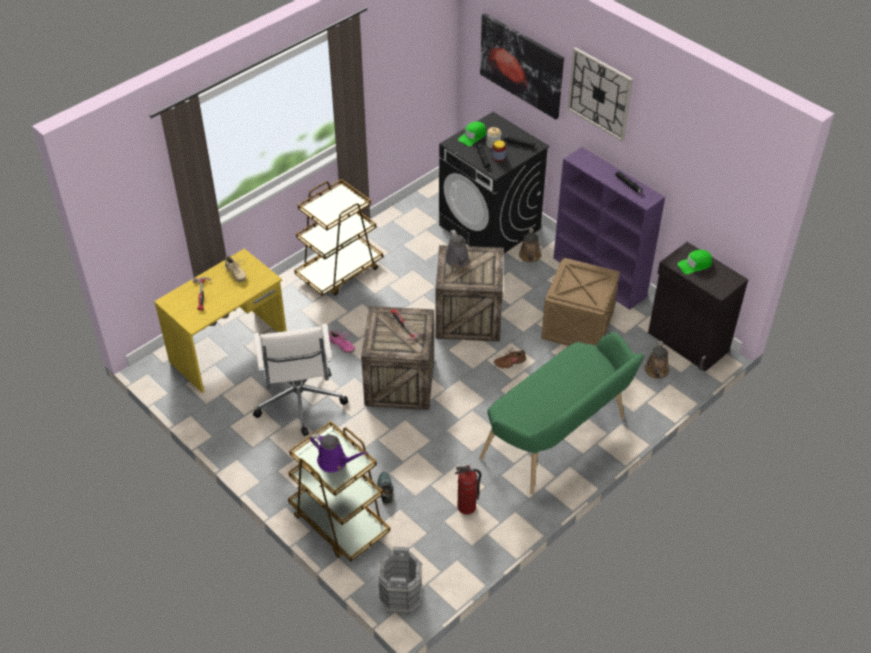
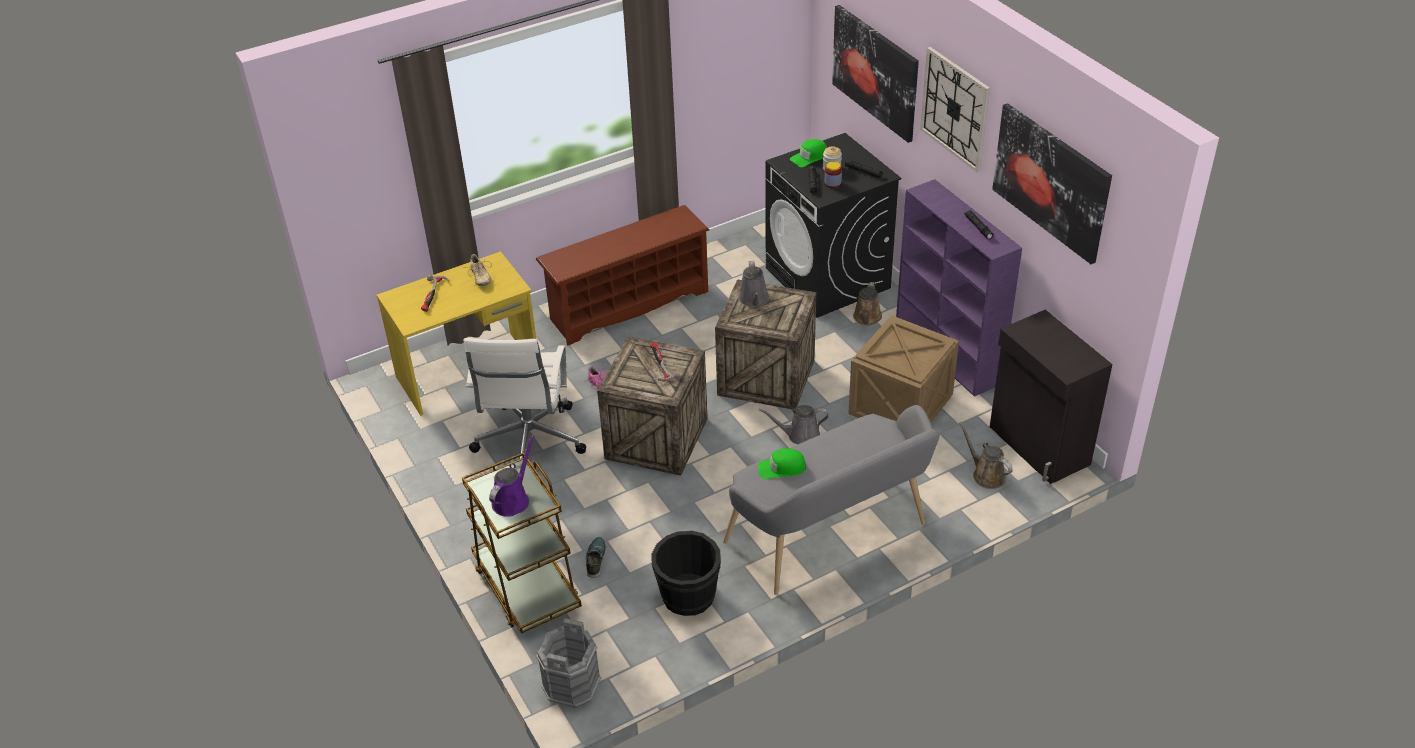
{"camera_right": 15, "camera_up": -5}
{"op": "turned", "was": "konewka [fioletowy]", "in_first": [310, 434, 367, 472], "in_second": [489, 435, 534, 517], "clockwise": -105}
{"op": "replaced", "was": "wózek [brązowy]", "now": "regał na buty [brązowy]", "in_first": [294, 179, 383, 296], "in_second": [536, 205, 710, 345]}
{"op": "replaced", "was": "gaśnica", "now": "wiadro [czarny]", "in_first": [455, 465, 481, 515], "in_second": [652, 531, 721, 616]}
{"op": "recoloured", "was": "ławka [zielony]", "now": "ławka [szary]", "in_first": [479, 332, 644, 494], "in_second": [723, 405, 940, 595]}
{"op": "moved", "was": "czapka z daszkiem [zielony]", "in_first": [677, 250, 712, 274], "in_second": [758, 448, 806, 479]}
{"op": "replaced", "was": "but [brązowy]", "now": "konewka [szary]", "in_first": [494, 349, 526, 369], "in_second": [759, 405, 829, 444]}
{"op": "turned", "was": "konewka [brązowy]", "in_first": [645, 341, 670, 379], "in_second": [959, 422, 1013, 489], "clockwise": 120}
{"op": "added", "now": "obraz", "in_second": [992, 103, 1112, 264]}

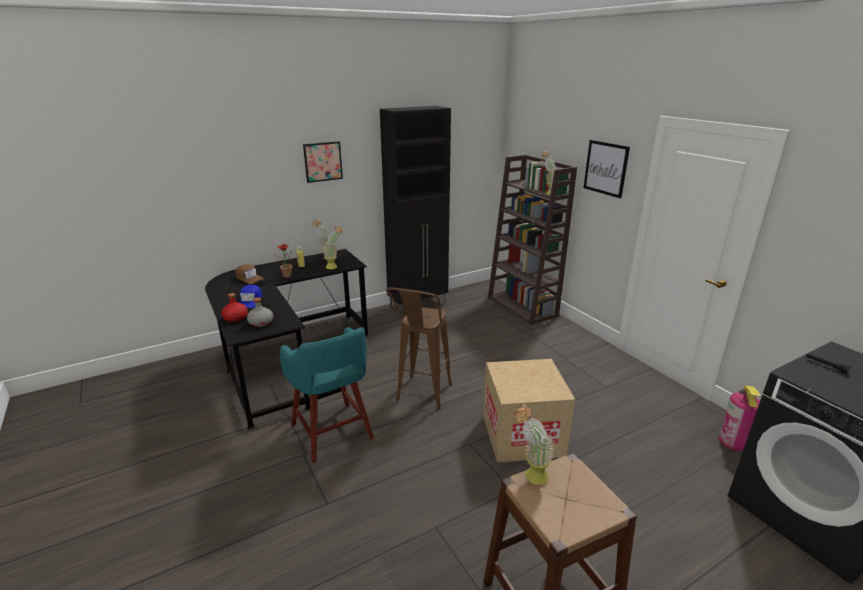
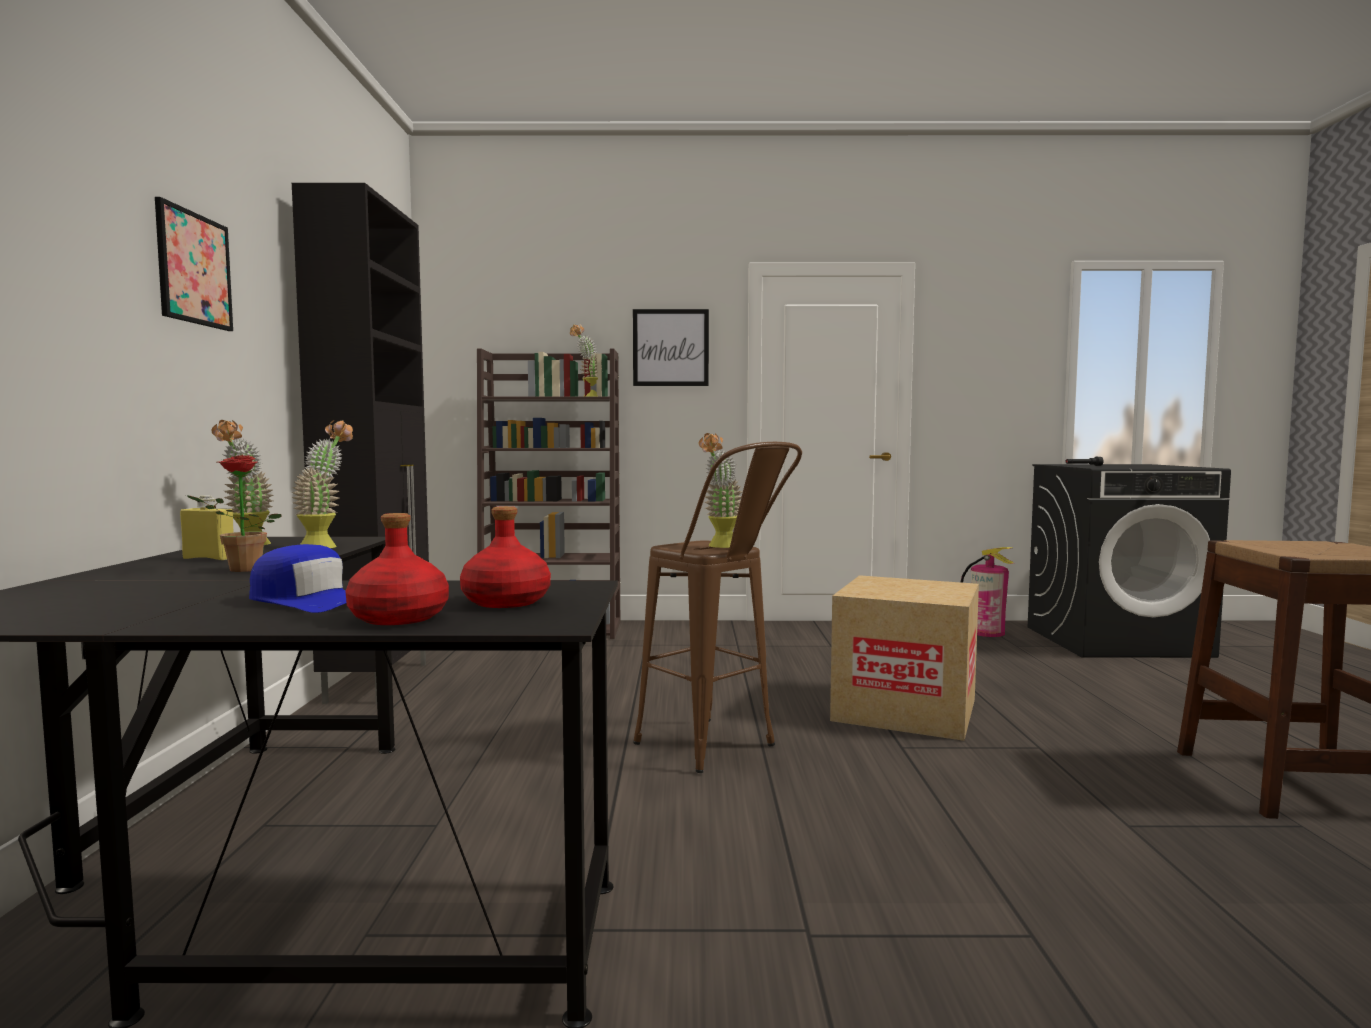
{"camera_right": -60, "camera_up": -20}
{"op": "recoloured", "was": "butelka [szary]", "now": "butelka [czerwony]", "in_first": [247, 297, 273, 327], "in_second": [460, 506, 551, 608]}
{"op": "moved", "was": "roślina doniczkowa", "in_first": [514, 405, 554, 485], "in_second": [699, 433, 743, 548]}
{"op": "removed", "was": "czapka z daszkiem [brązowy]", "in_first": [235, 264, 264, 284]}
{"op": "removed", "was": "stołek [turkusowy]", "in_first": [280, 327, 374, 463]}

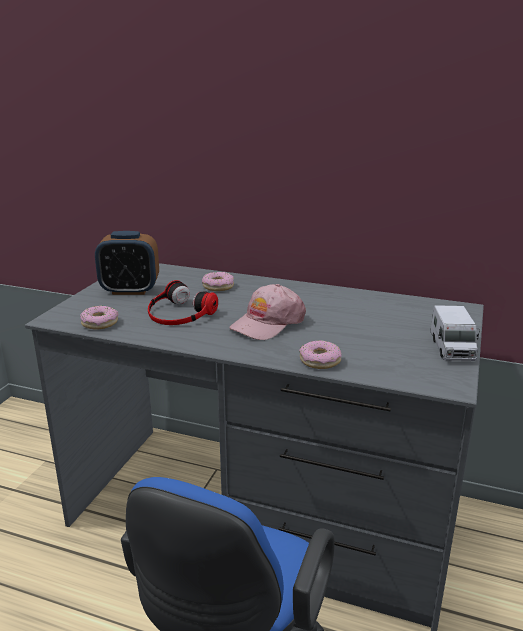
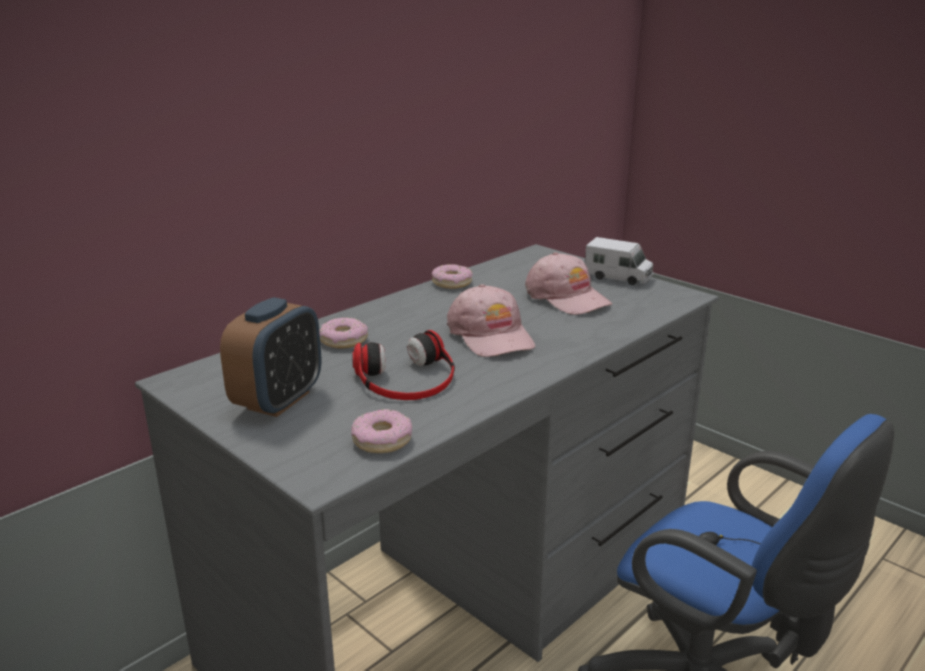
{"camera_right": -65, "camera_up": 0}
{"op": "moved", "was": "donut", "in_first": [299, 340, 342, 369], "in_second": [432, 264, 473, 289]}
{"op": "added", "now": "czapka z daszkiem [różowy]", "in_second": [525, 252, 612, 315]}

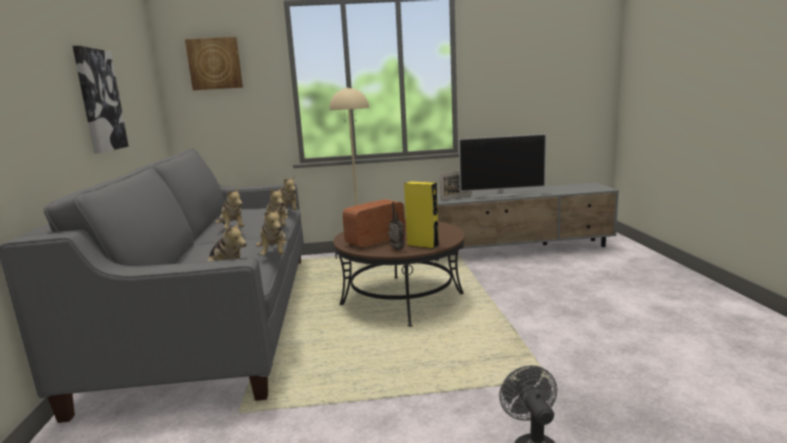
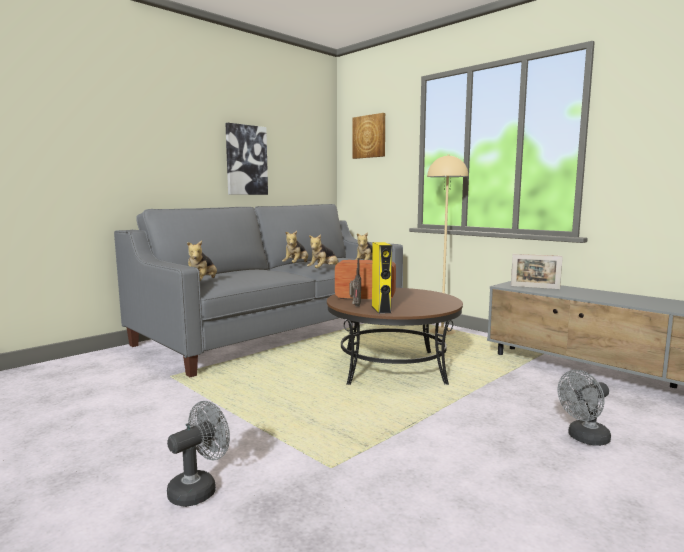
{"camera_right": 50, "camera_up": -5}
{"op": "added", "now": "wentylator [szary]", "in_second": [558, 370, 611, 446]}
{"op": "removed", "was": "pluszak", "in_first": [256, 207, 286, 256]}
{"op": "removed", "was": "telewizor", "in_first": [459, 134, 546, 197]}

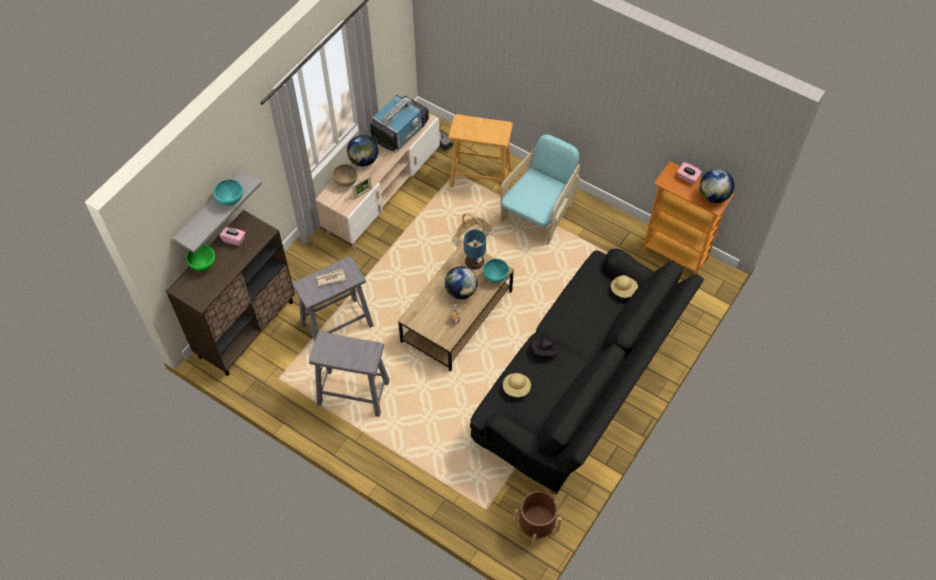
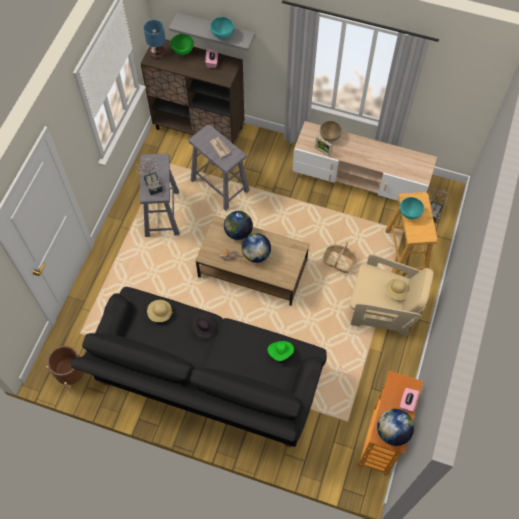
{"camera_right": 75, "camera_up": 5}
{"op": "added", "now": "roślina doniczkowa", "in_second": [136, 157, 165, 195]}
{"op": "moved", "was": "lampa stołowa", "in_first": [464, 229, 486, 269], "in_second": [144, 20, 166, 59]}
{"op": "moved", "was": "globus", "in_first": [347, 135, 378, 166], "in_second": [224, 211, 253, 240]}
{"op": "added", "now": "kapelusz [zielony]", "in_second": [267, 341, 294, 361]}
{"op": "recoloured", "was": "fotel [turkusowy]", "now": "fotel [beżowy]", "in_first": [501, 134, 580, 245], "in_second": [350, 254, 434, 336]}
{"op": "moved", "was": "kapelusz [beżowy]", "in_first": [611, 275, 638, 298], "in_second": [385, 279, 408, 300]}
{"op": "moved", "was": "miska [turkusowy]", "in_first": [483, 259, 509, 283], "in_second": [400, 197, 424, 219]}
{"op": "removed", "was": "telewizor", "in_first": [370, 95, 429, 151]}

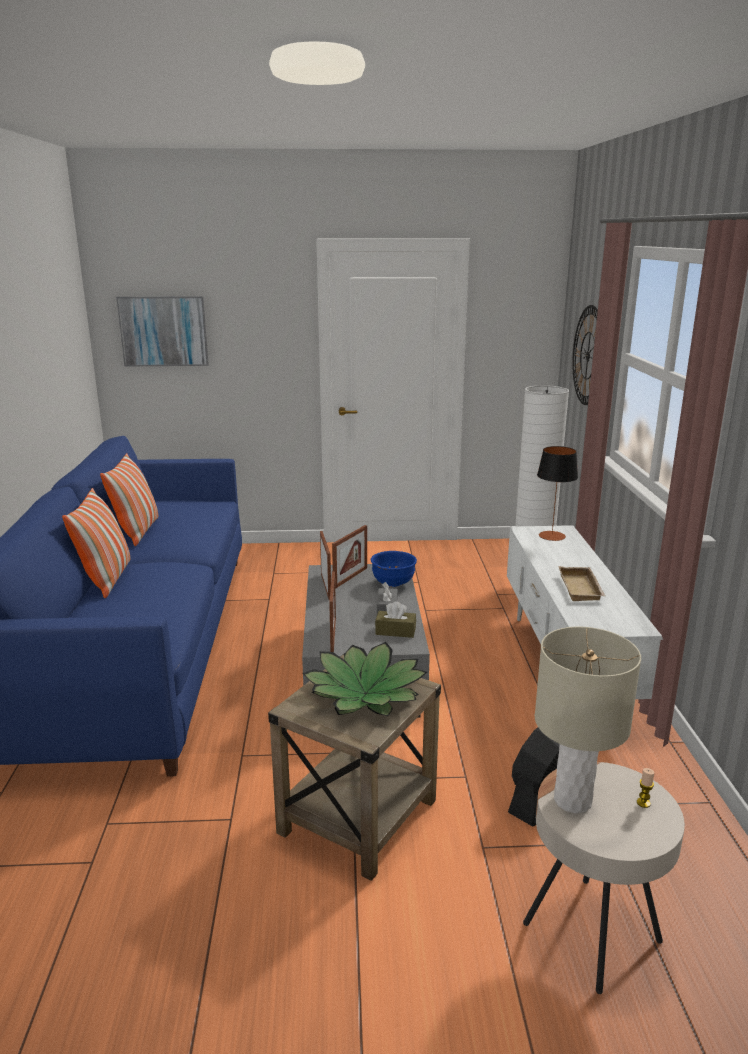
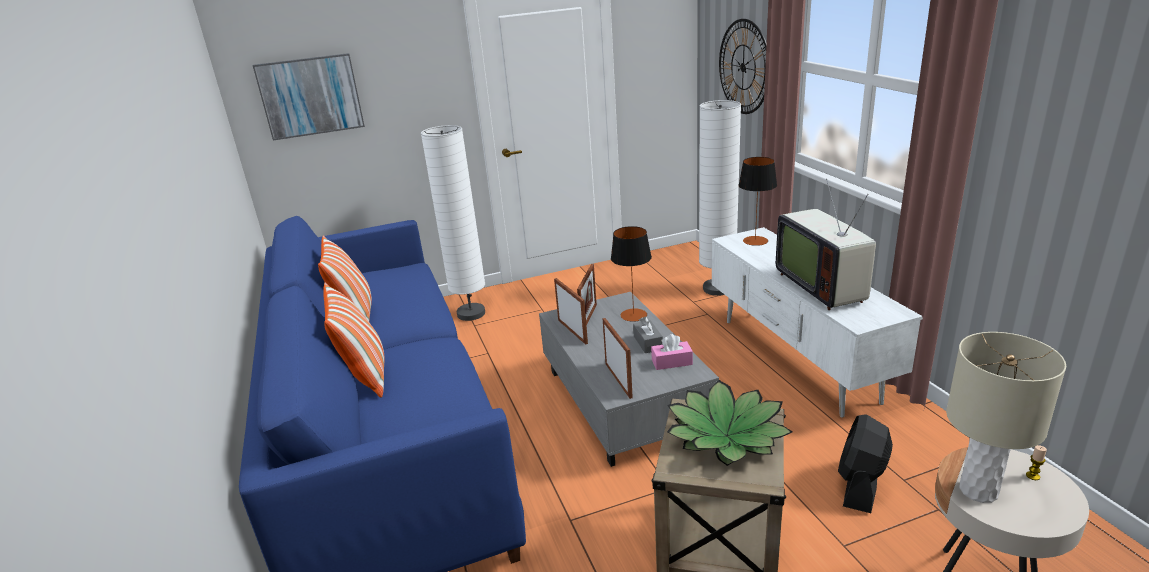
{"camera_right": -15, "camera_up": 5}
{"op": "added", "now": "lampa stojąca [biały]", "in_second": [421, 125, 485, 321]}
{"op": "replaced", "was": "miska [niebieski]", "now": "lampa stołowa", "in_first": [371, 551, 417, 587], "in_second": [611, 226, 652, 322]}
{"op": "recoloured", "was": "pudełko chusteczek [brązowy]", "now": "pudełko chusteczek [różowy]", "in_first": [375, 601, 416, 638], "in_second": [651, 334, 693, 370]}
{"op": "replaced", "was": "taca [beżowy]", "now": "telewizor", "in_first": [558, 566, 606, 601], "in_second": [776, 179, 876, 310]}

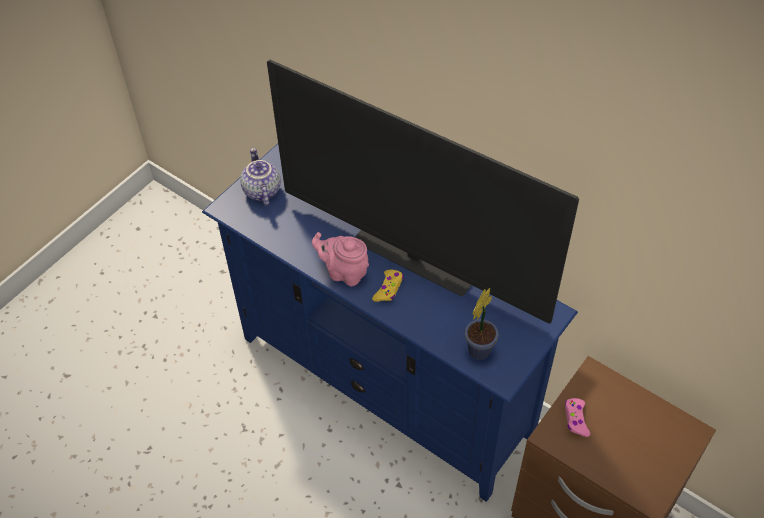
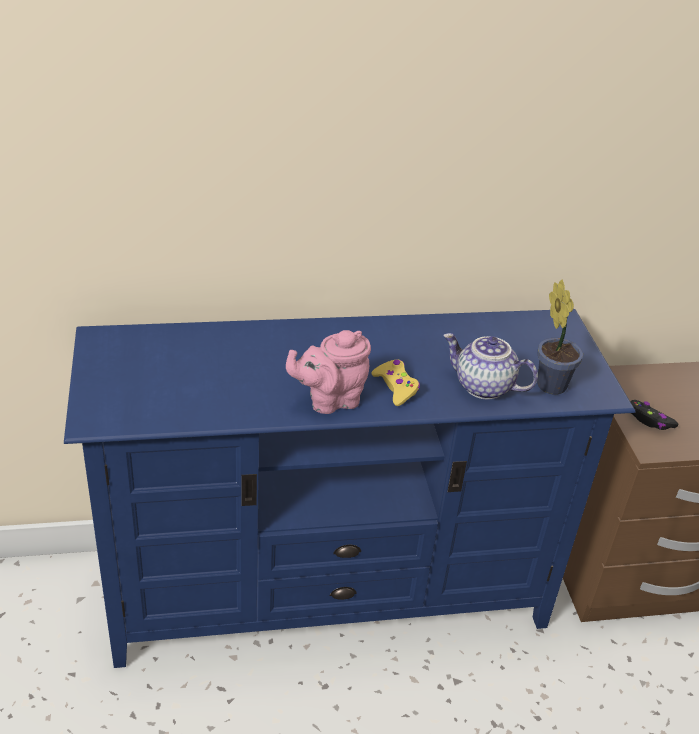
{"camera_right": -50, "camera_up": -15}
{"op": "moved", "was": "imbryk", "in_first": [240, 148, 281, 206], "in_second": [443, 333, 538, 399]}
{"op": "recoloured", "was": "pad do gier [różowy]", "now": "pad do gier [czarny]", "in_first": [565, 398, 590, 437], "in_second": [631, 400, 679, 430]}
{"op": "removed", "was": "telewizor", "in_first": [267, 60, 579, 324]}

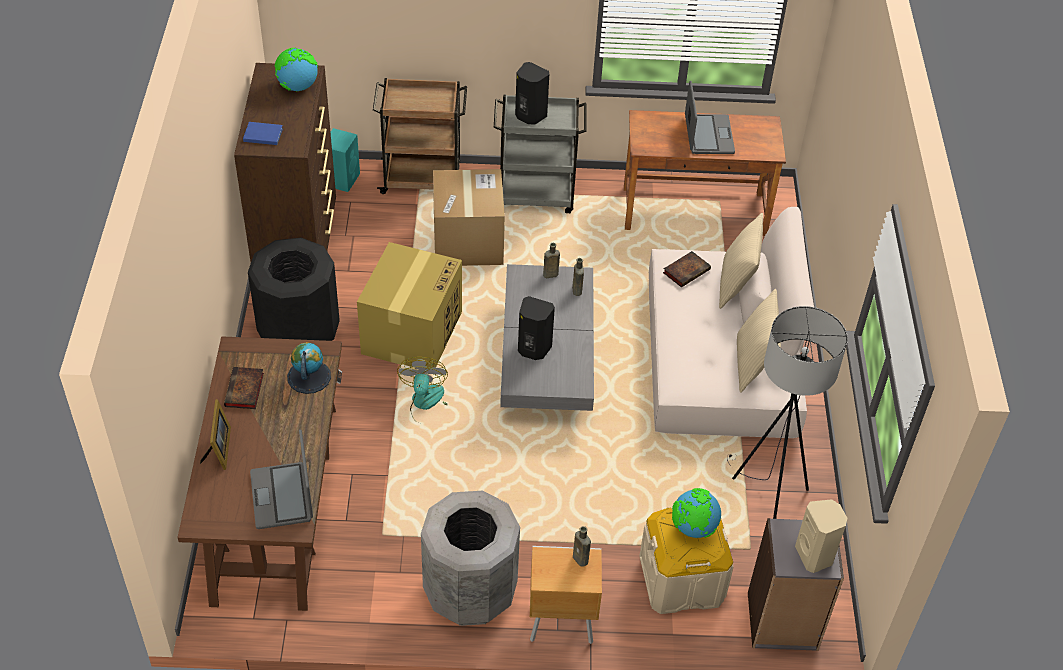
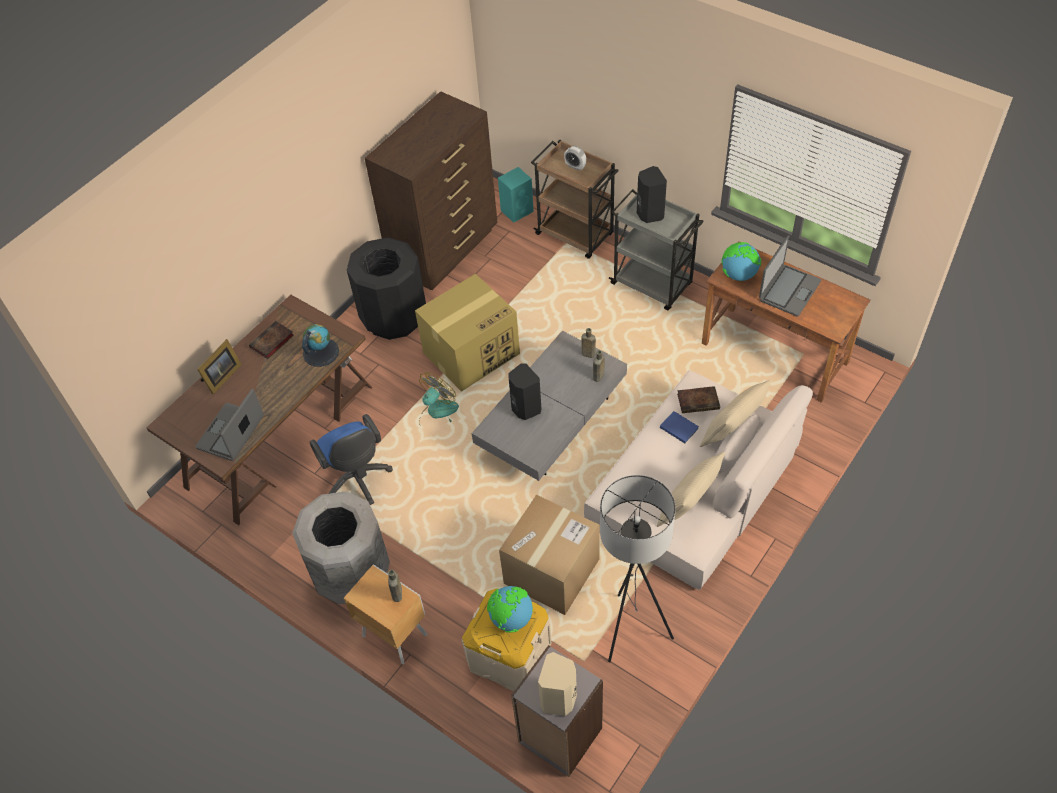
{"camera_right": 40, "camera_up": 5}
{"op": "added", "now": "krzesło biurowe [niebieski]", "in_second": [310, 414, 393, 505]}
{"op": "moved", "was": "karton", "in_first": [433, 169, 505, 266], "in_second": [499, 494, 600, 615]}
{"op": "added", "now": "budzik", "in_second": [564, 146, 586, 171]}
{"op": "moved", "was": "książka [niebieski]", "in_first": [243, 122, 283, 145], "in_second": [660, 411, 699, 443]}
{"op": "moved", "was": "globus", "in_first": [275, 48, 318, 91], "in_second": [722, 242, 761, 281]}

